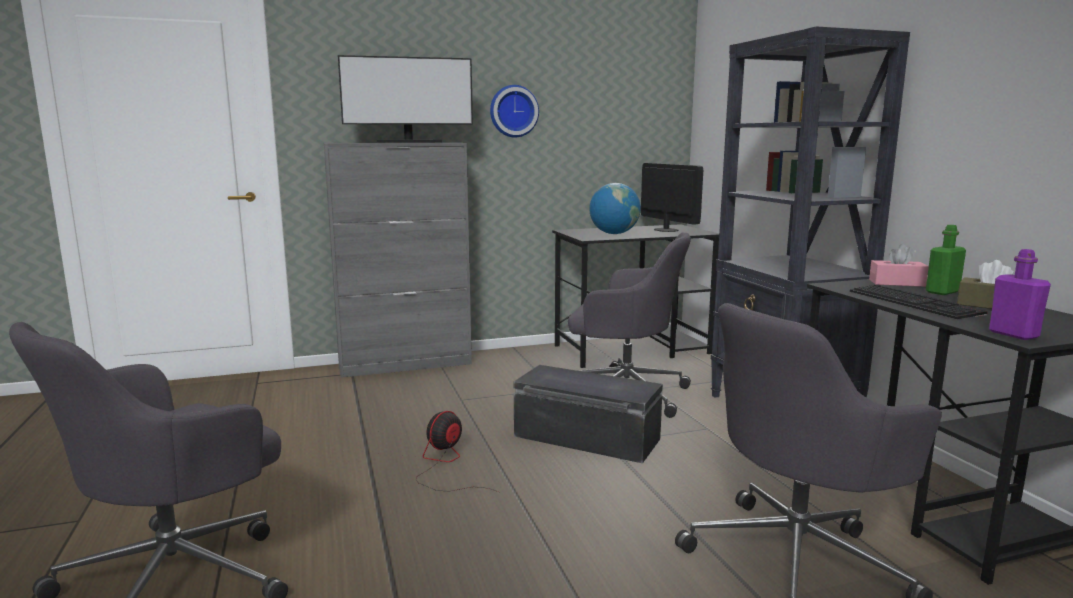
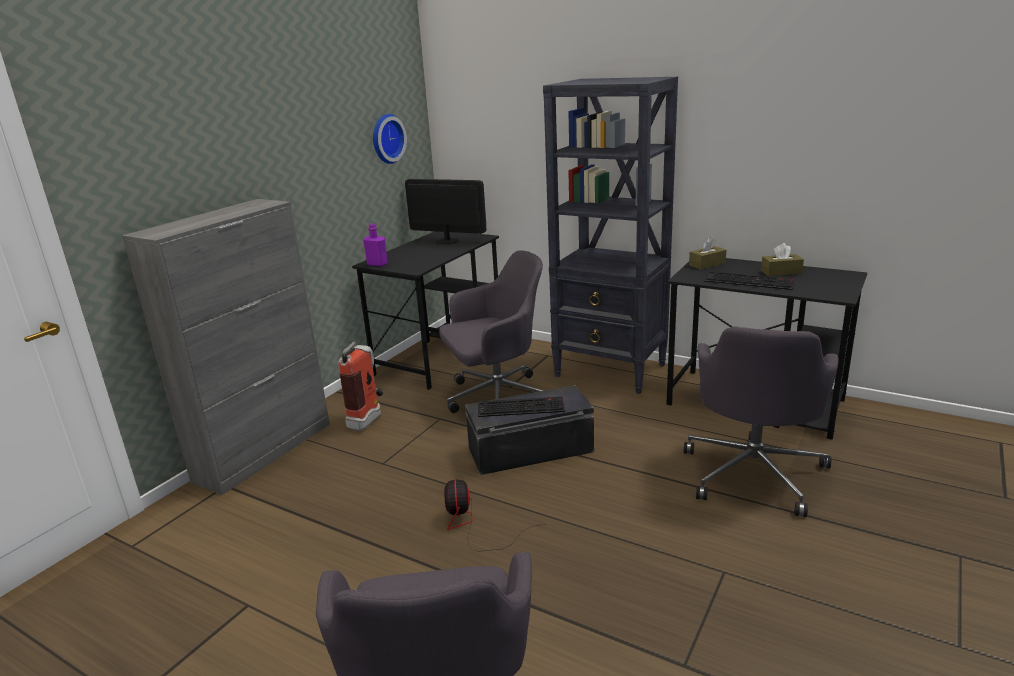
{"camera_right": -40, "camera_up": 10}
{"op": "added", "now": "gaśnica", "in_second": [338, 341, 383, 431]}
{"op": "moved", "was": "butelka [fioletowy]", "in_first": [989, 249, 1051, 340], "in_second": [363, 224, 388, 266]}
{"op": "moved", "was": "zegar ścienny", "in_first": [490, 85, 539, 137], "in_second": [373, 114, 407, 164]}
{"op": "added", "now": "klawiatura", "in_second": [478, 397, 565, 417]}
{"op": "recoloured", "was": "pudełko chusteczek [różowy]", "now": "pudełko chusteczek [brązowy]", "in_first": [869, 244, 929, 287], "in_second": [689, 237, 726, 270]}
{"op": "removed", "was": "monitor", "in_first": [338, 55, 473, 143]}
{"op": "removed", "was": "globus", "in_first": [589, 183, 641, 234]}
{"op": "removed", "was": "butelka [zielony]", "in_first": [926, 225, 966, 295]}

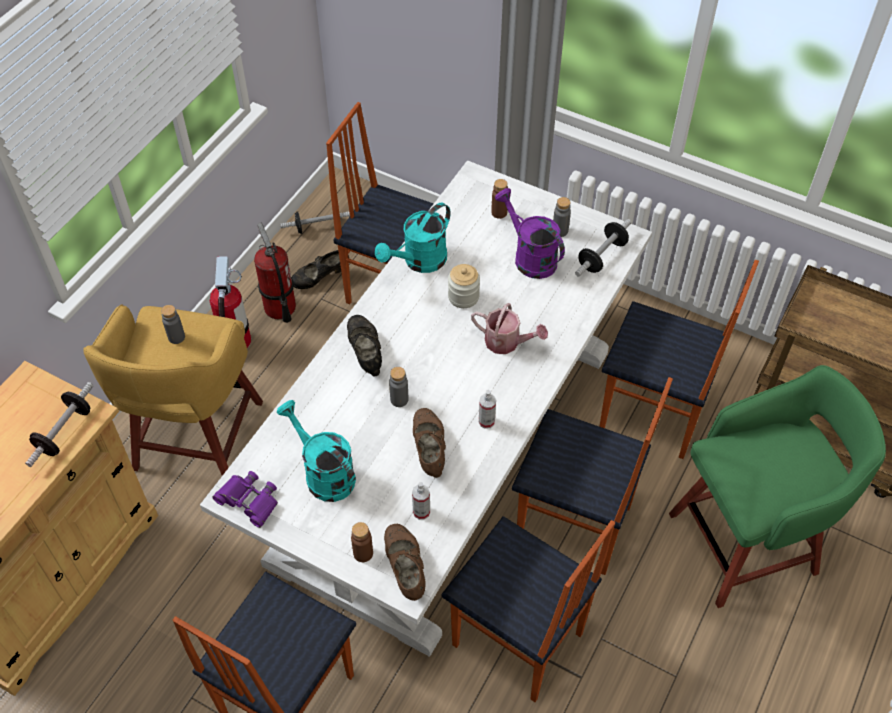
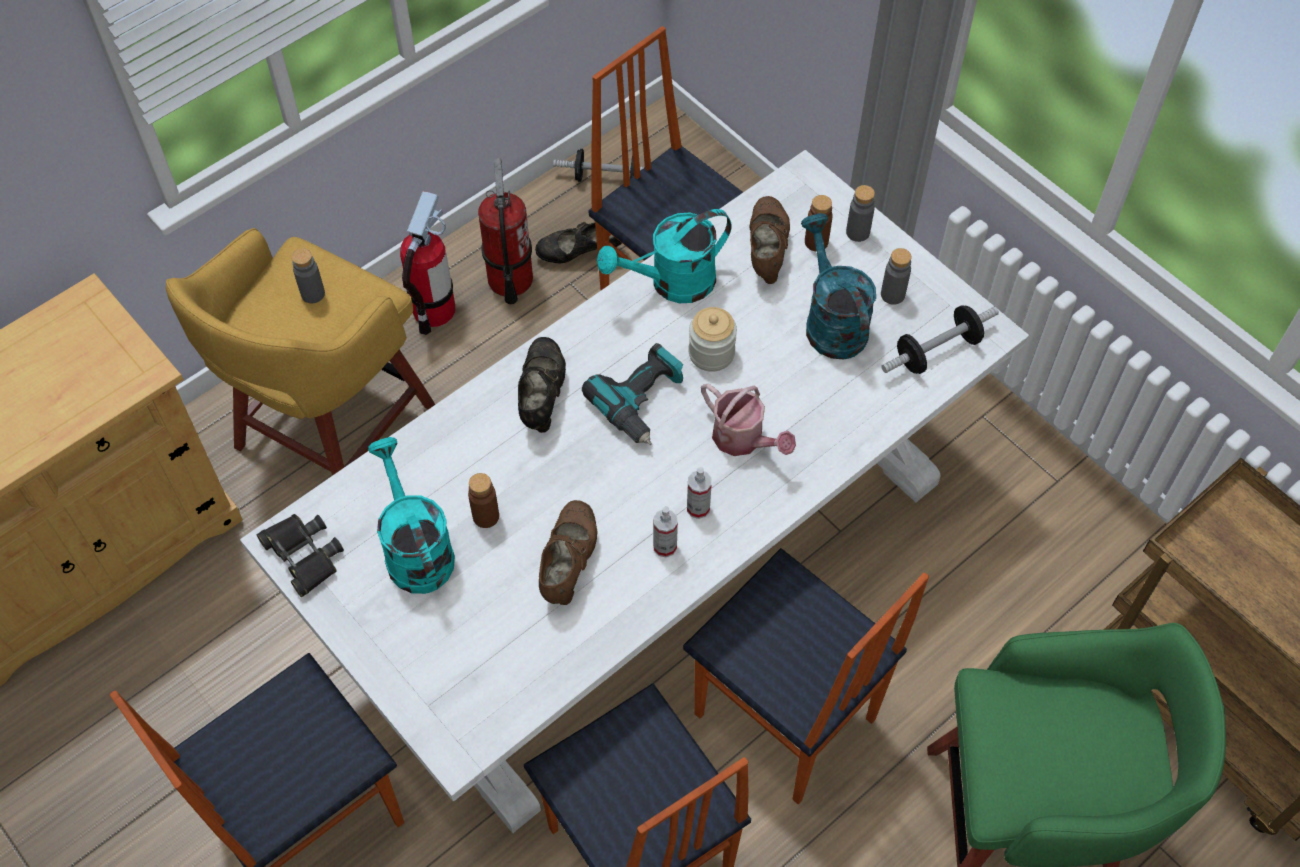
{"camera_right": 20, "camera_up": 5}
{"op": "recoloured", "was": "lornetka [fioletowy]", "now": "lornetka [czarny]", "in_first": [213, 471, 278, 528], "in_second": [257, 514, 344, 597]}
{"op": "moved", "was": "butelka [brązowy]", "in_first": [351, 522, 373, 562], "in_second": [468, 473, 499, 528]}
{"op": "added", "now": "wiertarka", "in_second": [582, 343, 683, 445]}
{"op": "moved", "was": "spryskiwacz", "in_first": [412, 482, 430, 520], "in_second": [687, 467, 712, 519]}
{"op": "moved", "was": "but [brązowy]", "in_first": [384, 524, 426, 601], "in_second": [749, 196, 790, 284]}
{"op": "recoloured", "was": "konewka [fioletowy]", "now": "konewka [turkusowy]", "in_first": [495, 188, 565, 279], "in_second": [801, 213, 876, 359]}
{"op": "moved", "was": "butelka [szary]", "in_first": [389, 367, 408, 407], "in_second": [846, 185, 875, 242]}
{"op": "removed", "was": "hantel", "in_first": [25, 382, 93, 467]}
{"op": "removed", "was": "krzesło", "in_first": [599, 260, 759, 459]}

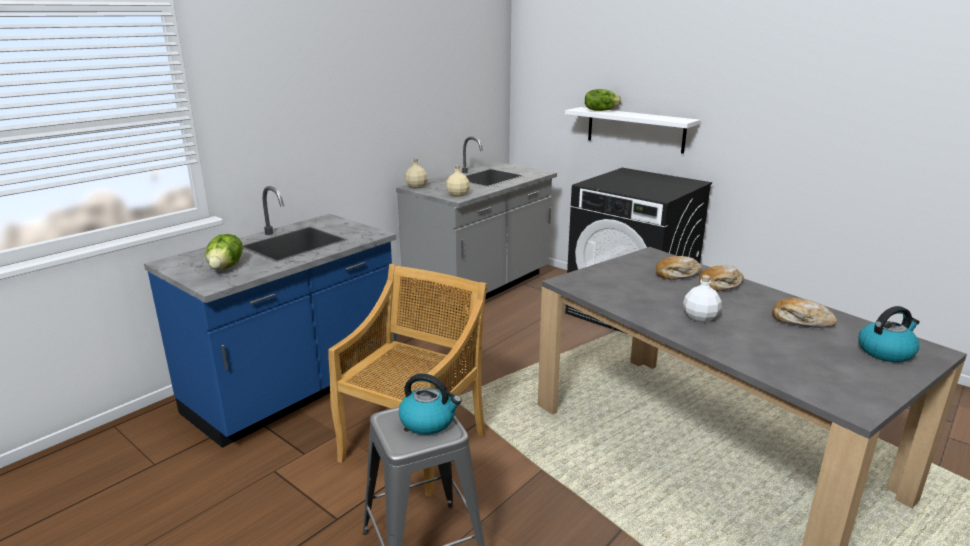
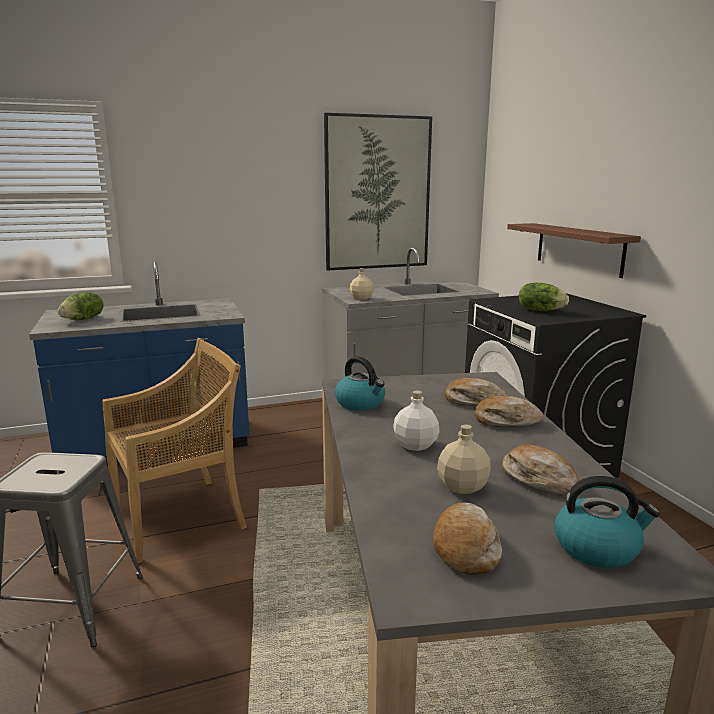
{"camera_right": 30, "camera_up": -5}
{"op": "added", "now": "obraz", "in_second": [324, 113, 432, 270]}
{"op": "moved", "was": "czajnik", "in_first": [399, 373, 462, 435], "in_second": [335, 356, 385, 410]}
{"op": "added", "now": "chleb", "in_second": [433, 503, 502, 575]}
{"op": "moved", "was": "butelka [beżowy]", "in_first": [405, 158, 428, 188], "in_second": [437, 424, 491, 494]}
{"op": "recoloured", "was": "półka [biały]", "now": "półka [brązowy]", "in_first": [565, 107, 701, 154], "in_second": [507, 223, 641, 278]}
{"op": "moved", "was": "sałata", "in_first": [585, 89, 621, 111], "in_second": [519, 283, 569, 311]}

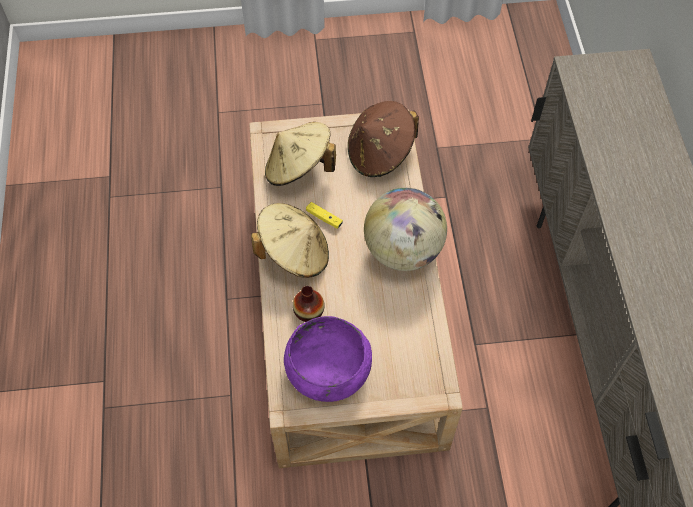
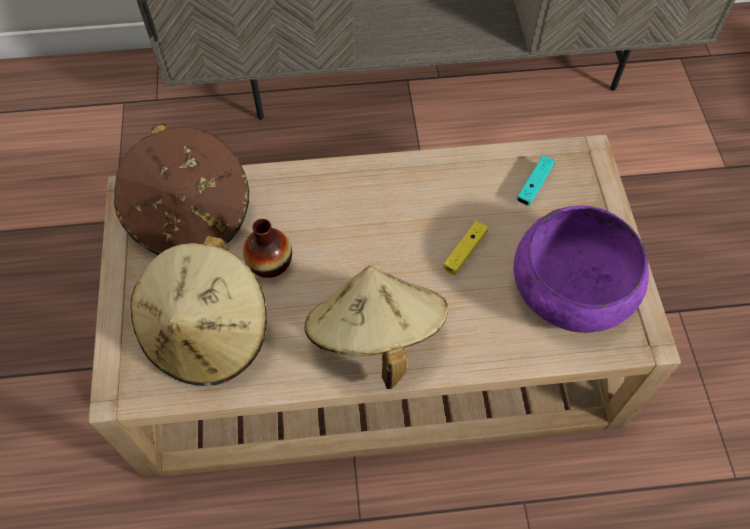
{"camera_right": -90, "camera_up": 0}
{"op": "moved", "was": "wazon", "in_first": [292, 286, 325, 322], "in_second": [243, 219, 292, 278]}
{"op": "moved", "was": "pad do gier [żółty]", "in_first": [306, 202, 343, 229], "in_second": [443, 221, 488, 275]}
{"op": "added", "now": "pad do gier [turkusowy]", "in_second": [516, 156, 555, 206]}
{"op": "removed", "was": "globus", "in_first": [364, 188, 447, 271]}

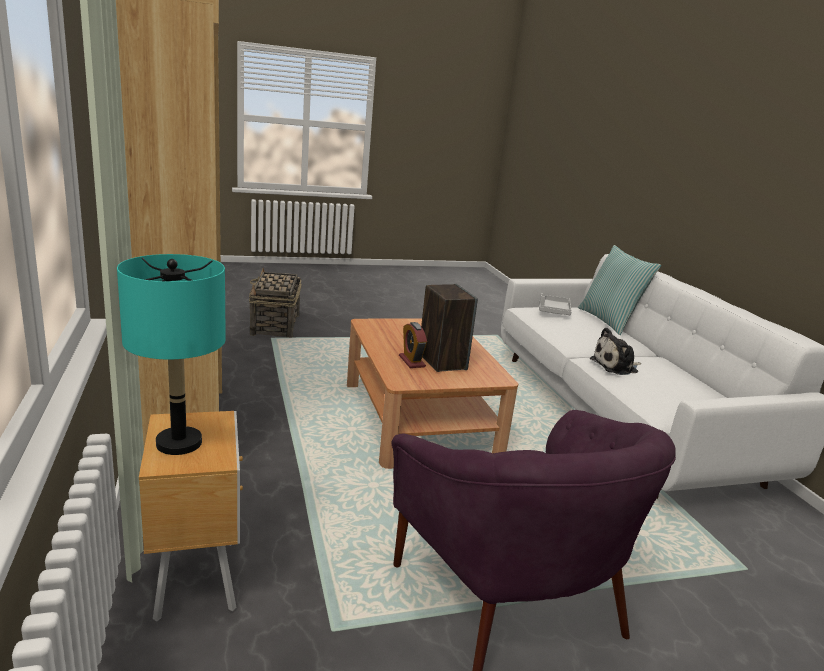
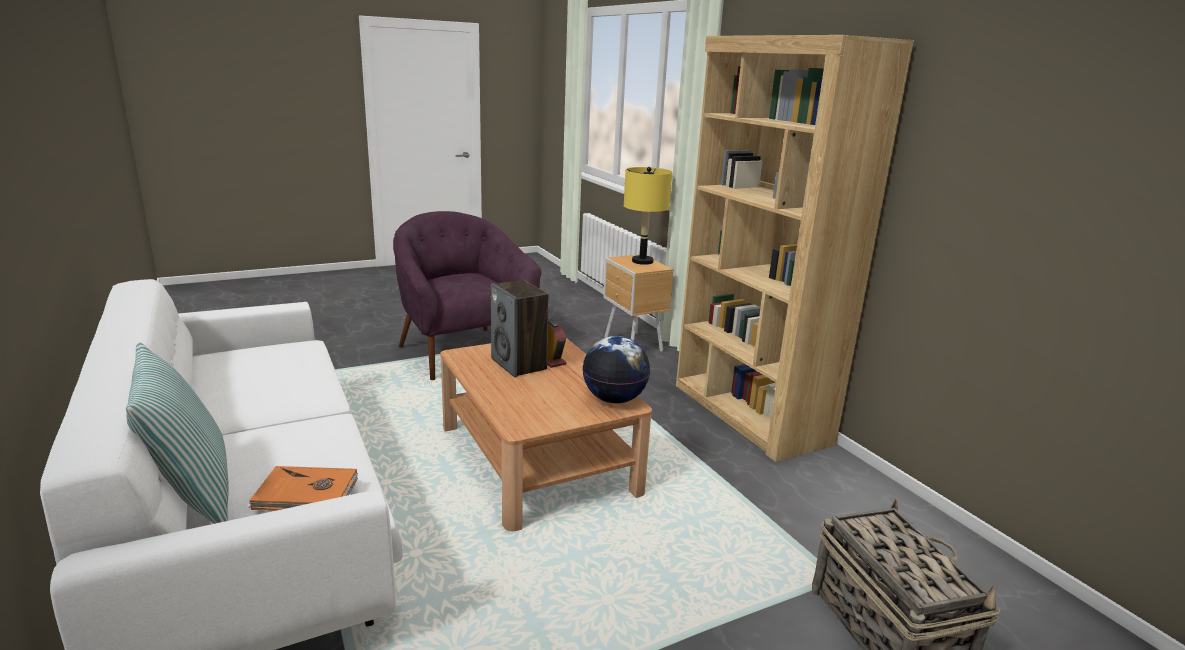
{"camera_right": 170, "camera_up": 0}
{"op": "replaced", "was": "taca [szary]", "now": "książka [pomarańczowy]", "in_first": [539, 294, 572, 315], "in_second": [249, 466, 358, 511]}
{"op": "added", "now": "globus", "in_second": [583, 336, 650, 403]}
{"op": "recoloured", "was": "lampa stołowa [turkusowy]", "now": "lampa stołowa [żółty]", "in_first": [117, 254, 226, 455], "in_second": [624, 167, 673, 265]}
{"op": "removed", "was": "pluszak", "in_first": [590, 328, 641, 375]}

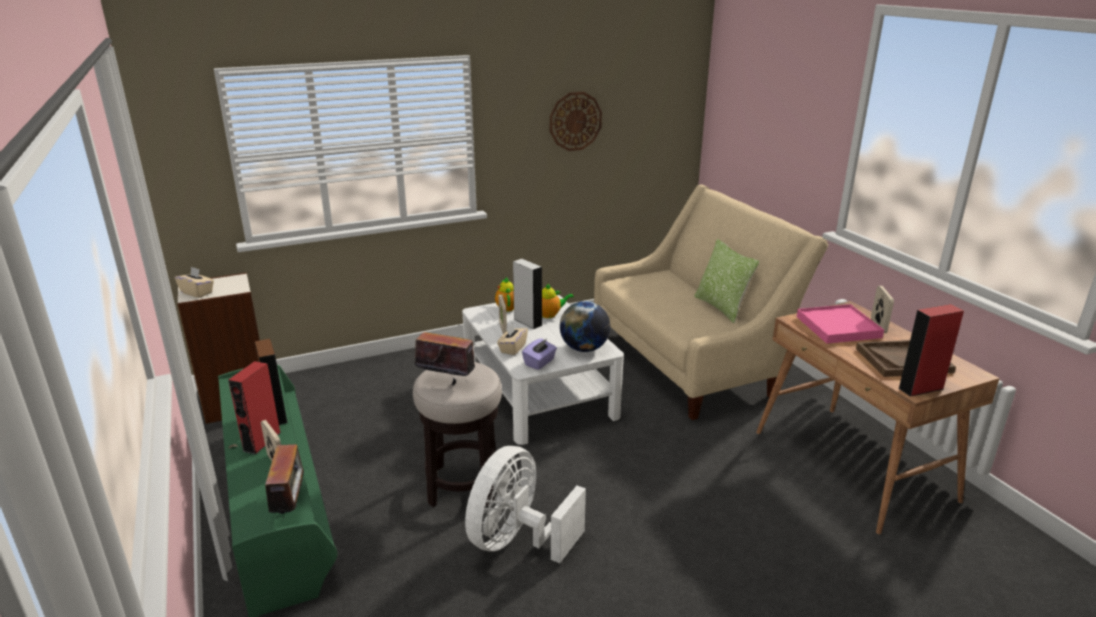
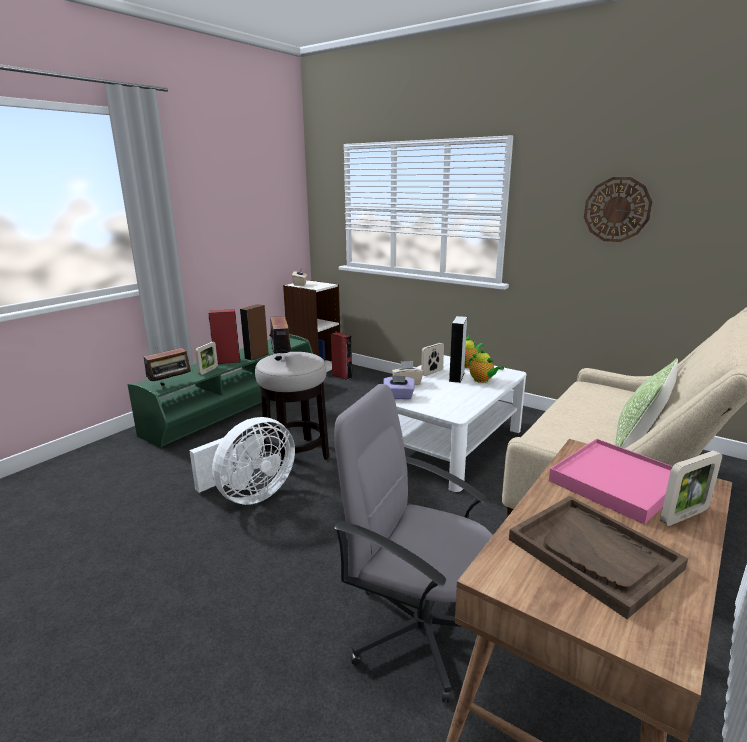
{"camera_right": 60, "camera_up": -5}
{"op": "turned", "was": "wentylator [biały]", "in_first": [465, 446, 586, 563], "in_second": [189, 417, 295, 505], "clockwise": 135}
{"op": "moved", "was": "głośnik [czerwony]", "in_first": [898, 304, 964, 397], "in_second": [331, 332, 352, 380]}
{"op": "added", "now": "krzesło biurowe [szary]", "in_second": [334, 384, 493, 703]}
{"op": "removed", "was": "globus", "in_first": [560, 301, 610, 352]}

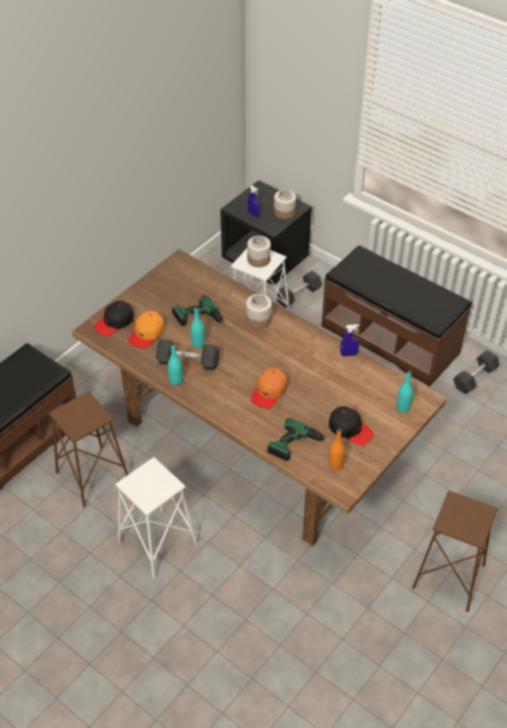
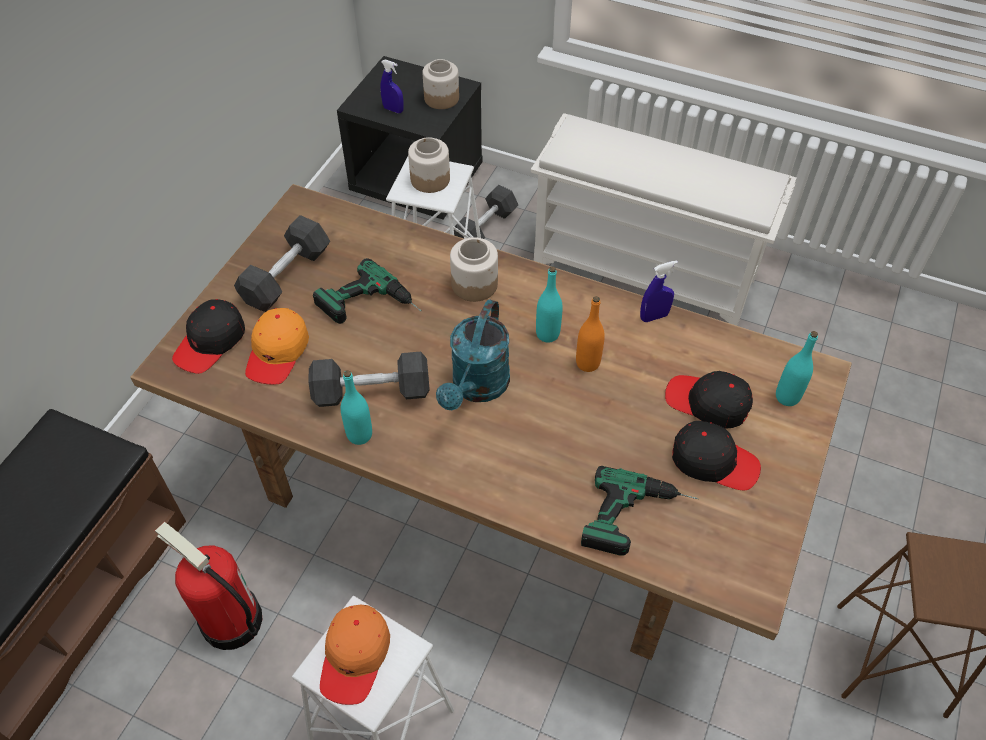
{"camera_right": -15, "camera_up": 5}
{"op": "replaced", "was": "stołek [brązowy]", "now": "gaśnica", "in_first": [48, 391, 128, 508], "in_second": [155, 522, 262, 650]}
{"op": "moved", "was": "hantel [czarny]", "in_first": [453, 350, 500, 394], "in_second": [234, 215, 330, 312]}
{"op": "moved", "was": "czapka z daszkiem [pomarańczowy]", "in_first": [251, 368, 288, 409], "in_second": [320, 604, 390, 705]}
{"op": "added", "now": "konewka [turkusowy]", "in_second": [436, 299, 510, 410]}
{"op": "replaced", "was": "ławka [brązowy]", "now": "regał na buty [biały]", "in_first": [322, 245, 472, 387], "in_second": [531, 113, 797, 326]}
{"op": "moved", "was": "butelka [turkusowy]", "in_first": [191, 307, 205, 348], "in_second": [536, 266, 563, 343]}
{"op": "moved", "was": "butelka [pomarańczowy]", "in_first": [329, 428, 345, 470], "in_second": [576, 296, 605, 372]}
{"op": "added", "now": "czapka z daszkiem [czarny]", "in_second": [665, 371, 753, 429]}

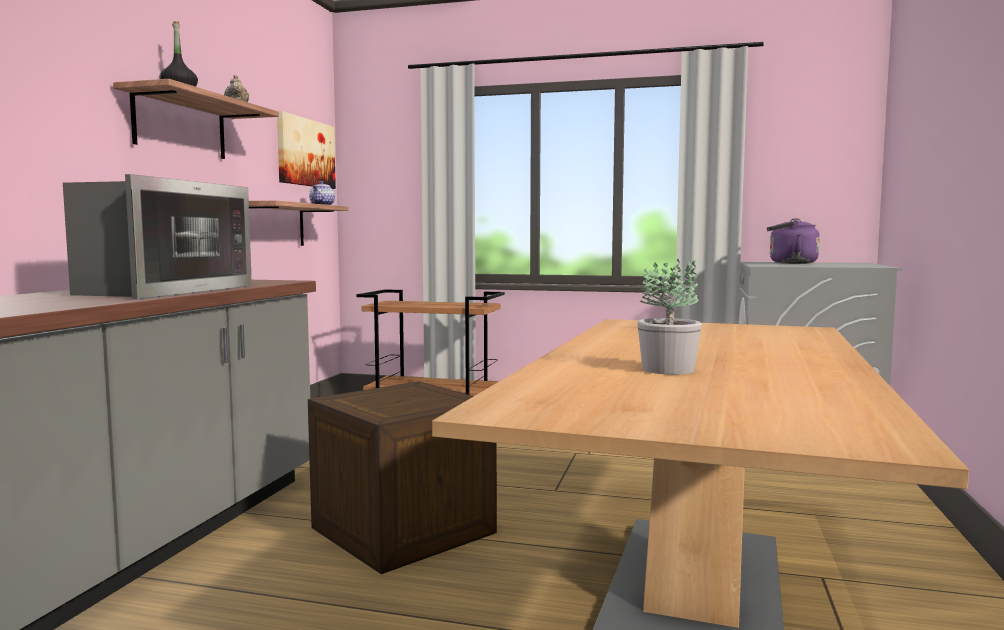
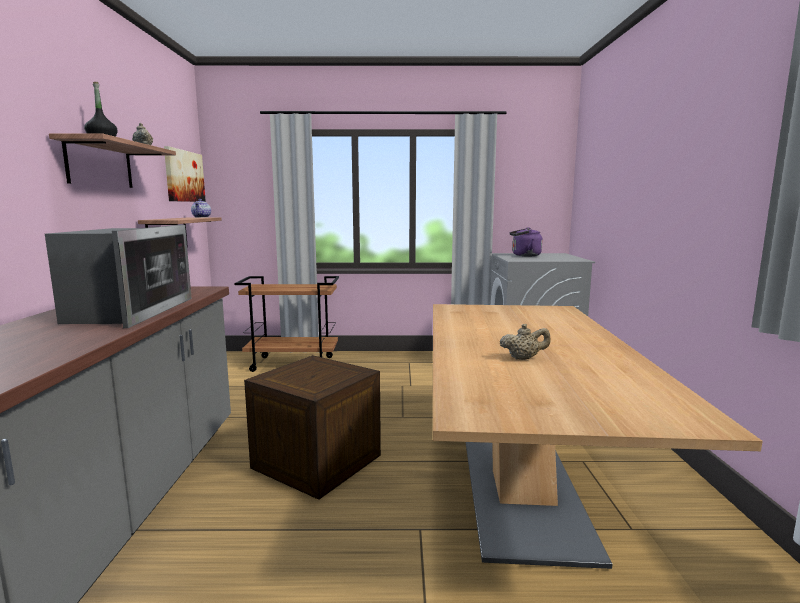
{"camera_right": -15, "camera_up": 5}
{"op": "replaced", "was": "roślina doniczkowa", "now": "imbryk [beżowy]", "in_first": [637, 259, 702, 375], "in_second": [500, 324, 551, 360]}

